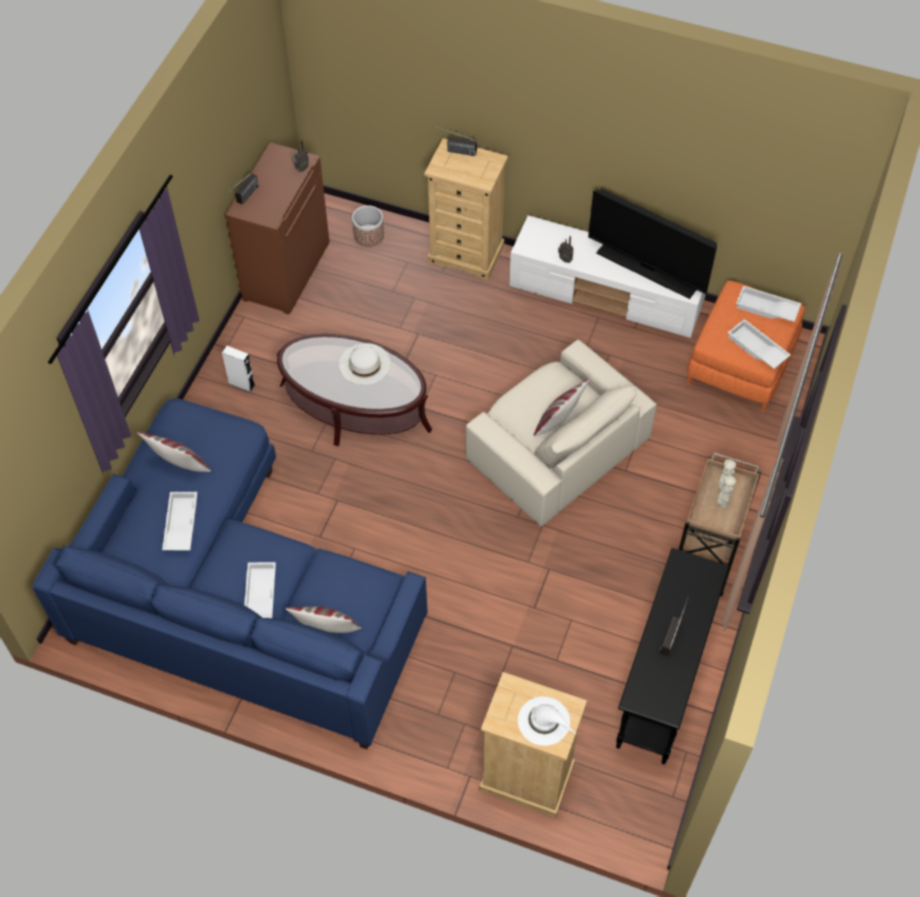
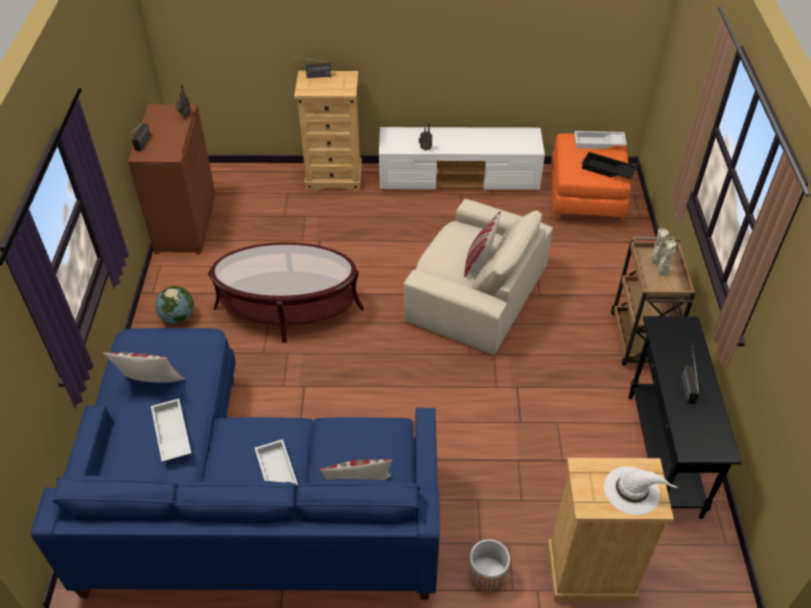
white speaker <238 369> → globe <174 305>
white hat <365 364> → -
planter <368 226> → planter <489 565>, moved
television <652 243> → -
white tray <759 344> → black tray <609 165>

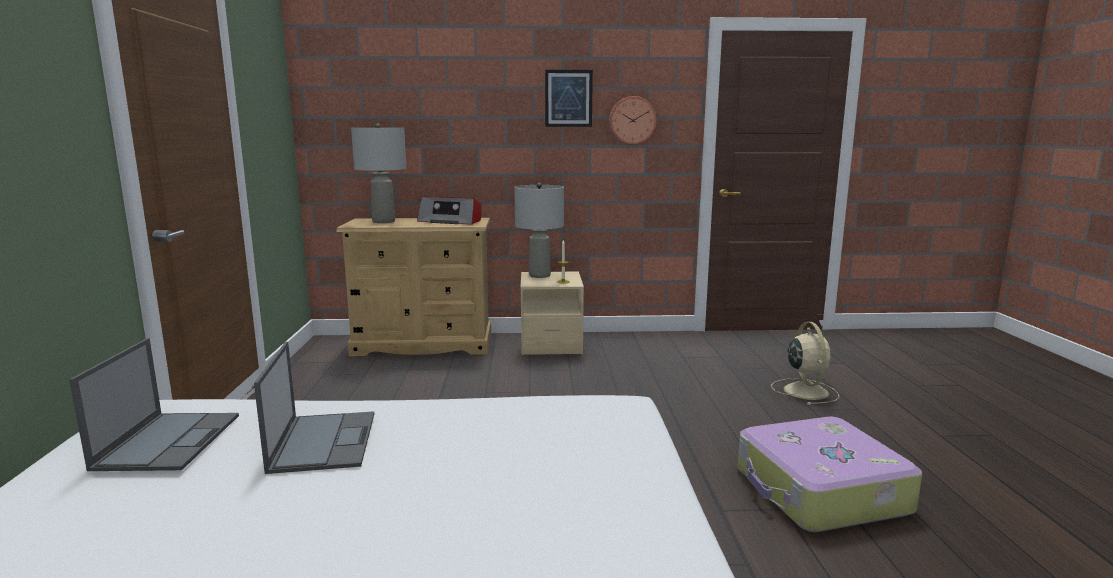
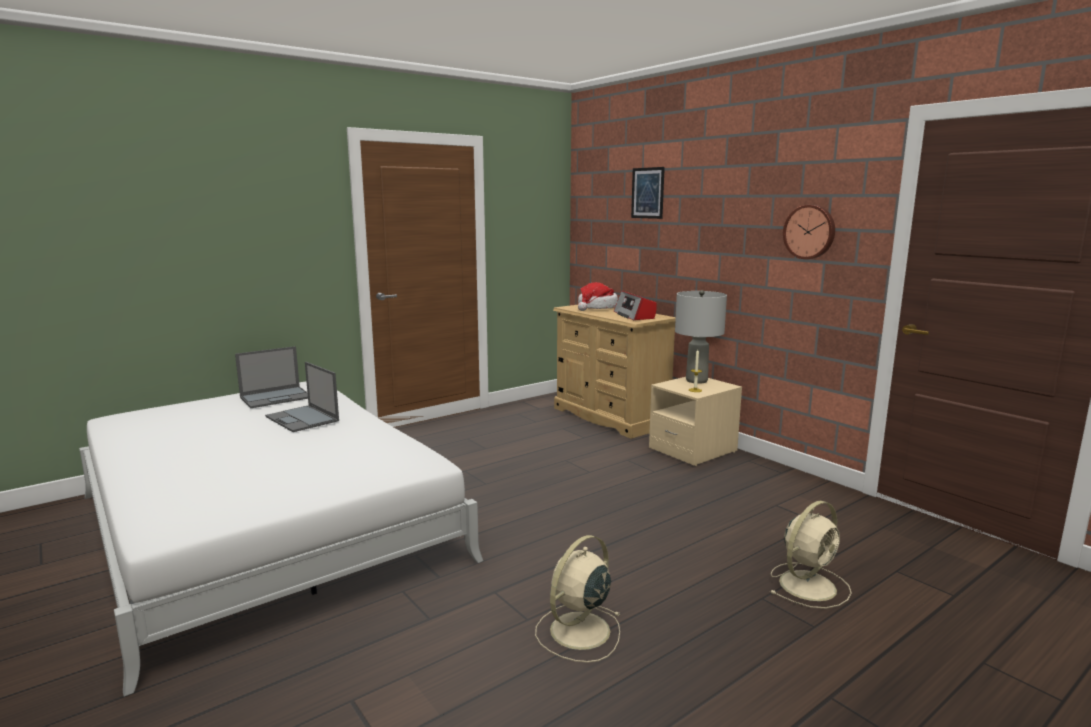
laptop <314 408> → laptop <302 397>, 90 degrees clockwise
grey table lamp <378 173> → hat <598 296>
picture <569 98> → picture <648 193>, moved
suitcase <830 474> → beige fan <578 599>

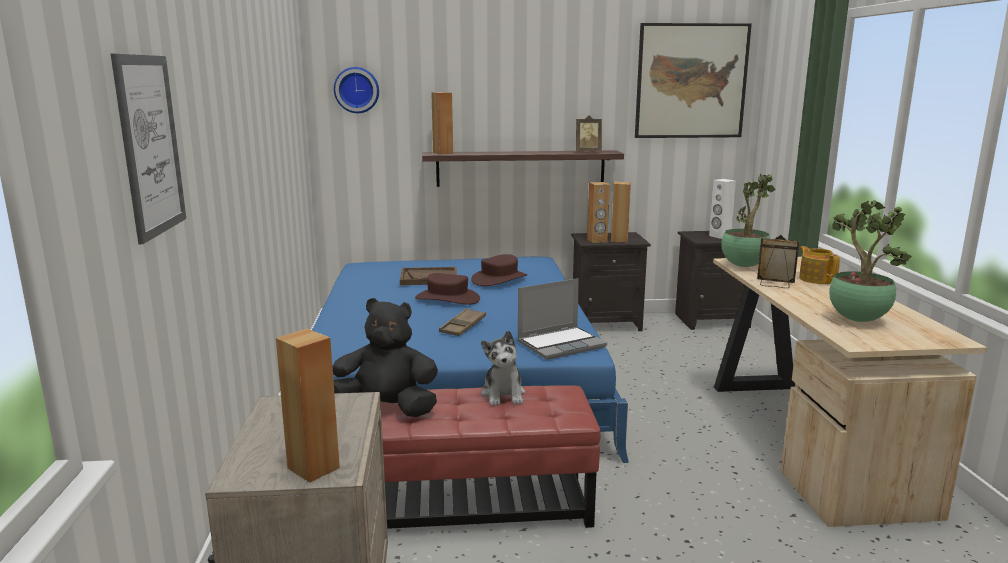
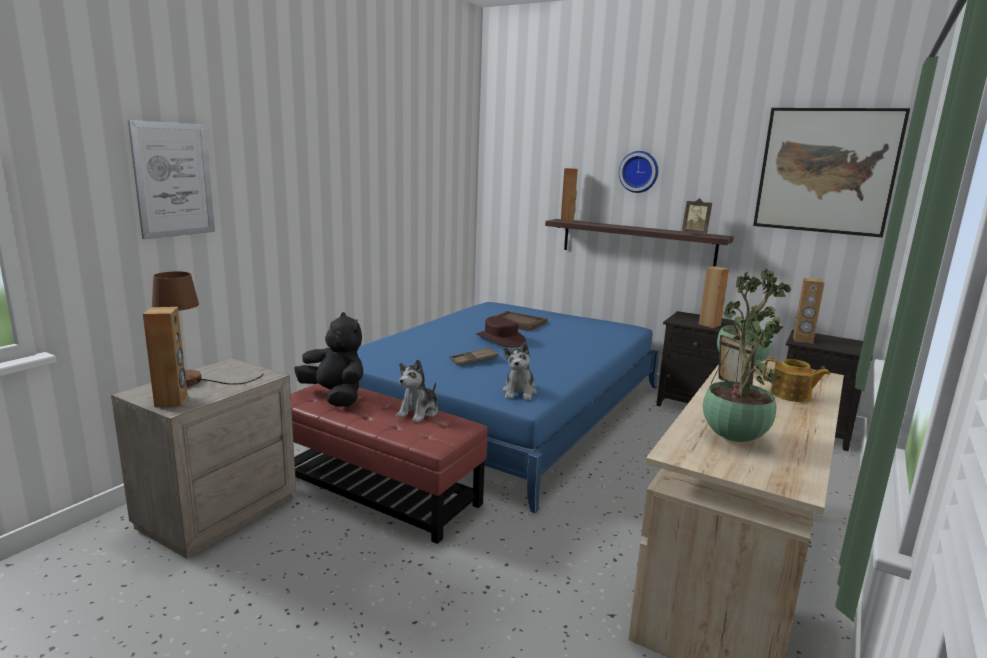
wall clock <356 90> → wall clock <638 172>, moved
brown hat <499 270> → -
laptop <562 319> → plush toy <519 371>
brown speaker <598 212> → brown speaker <809 311>, moved
white speaker <722 209> → -
teapot <819 265> → teapot <796 380>, 105 degrees clockwise
- → brown table lamp <208 329>

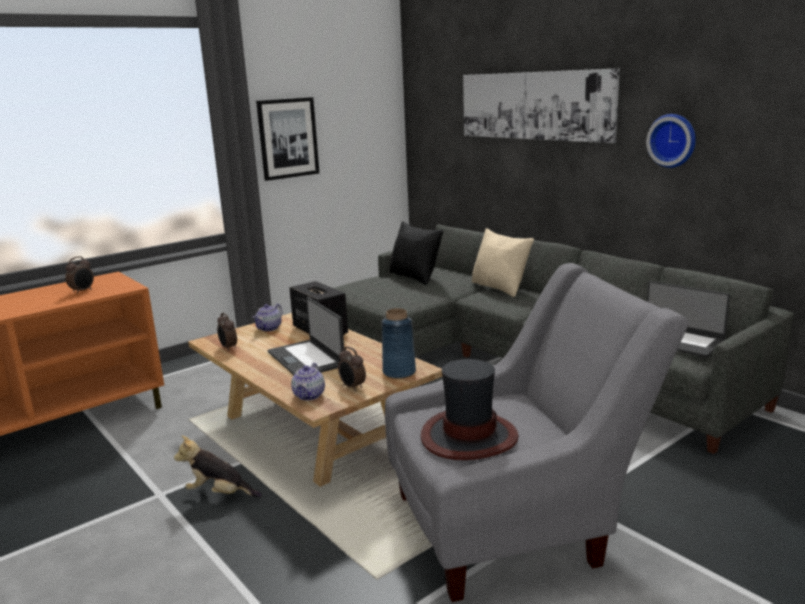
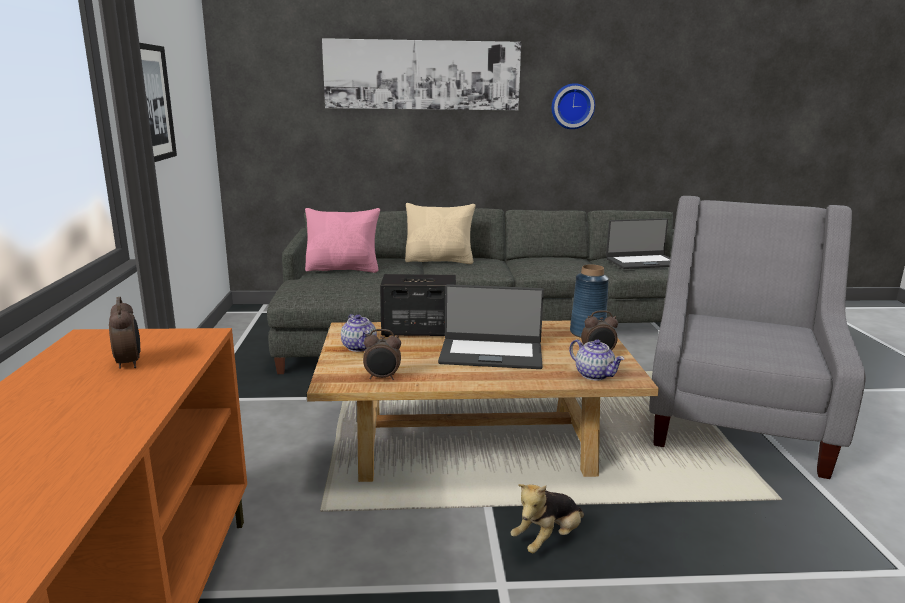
black pillow <416 253> → pink pillow <342 240>
hat <470 409> → -

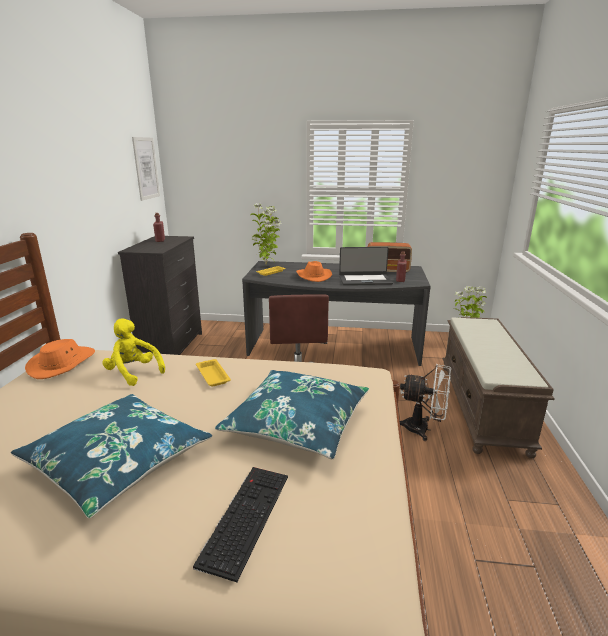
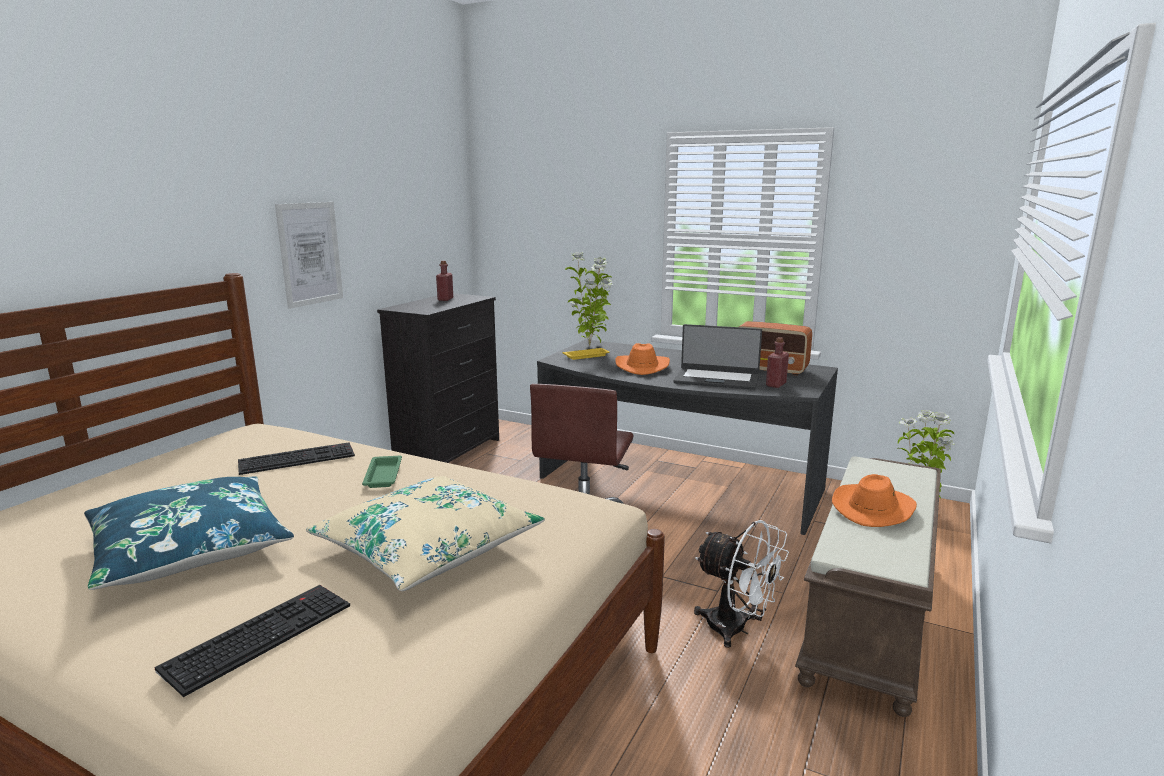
orange hat <60 359> → orange hat <874 500>, moved
yellow plush toy <133 352> → keyboard <296 458>
picture <146 169> → picture <309 255>, moved
yellow tray <213 372> → green tray <382 472>
blue pillow <292 414> → beige pillow <425 533>

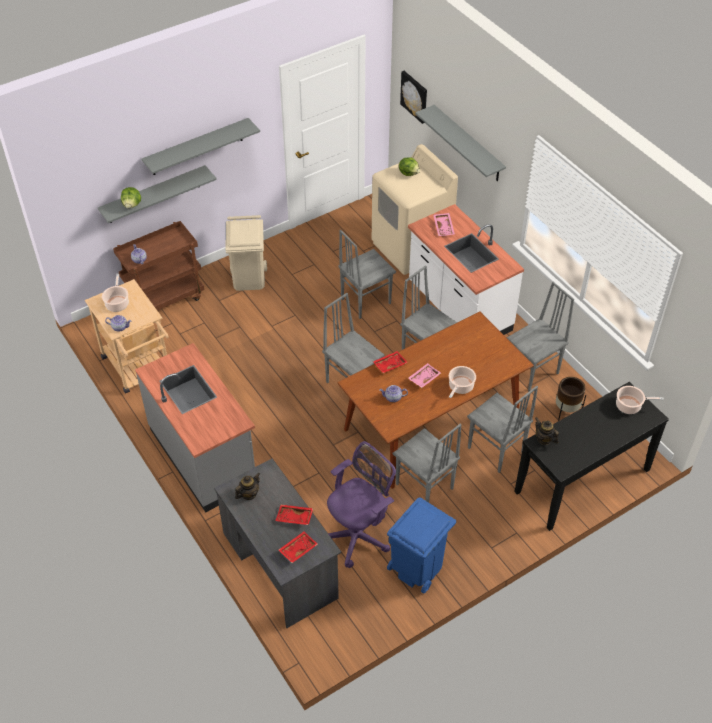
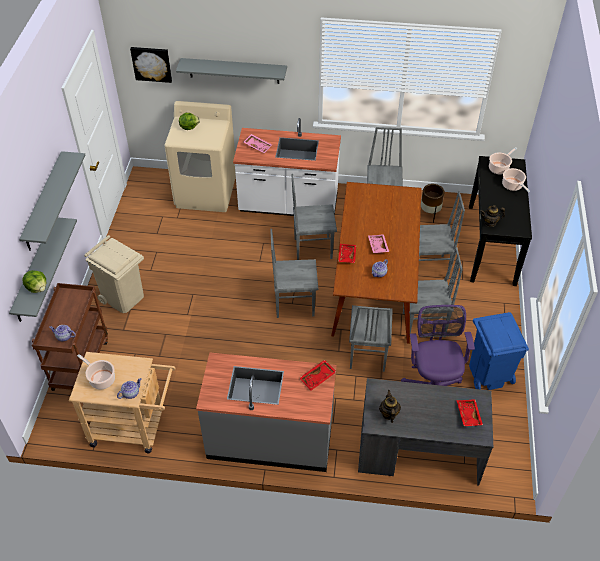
red tray <294 515> → red tray <318 375>, moved
grey chair <367 274> → grey chair <371 338>, moved
cooking pot <462 382> → cooking pot <516 180>, moved

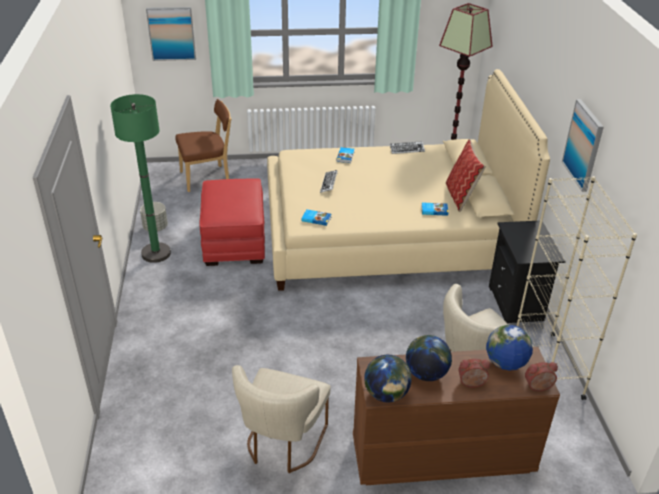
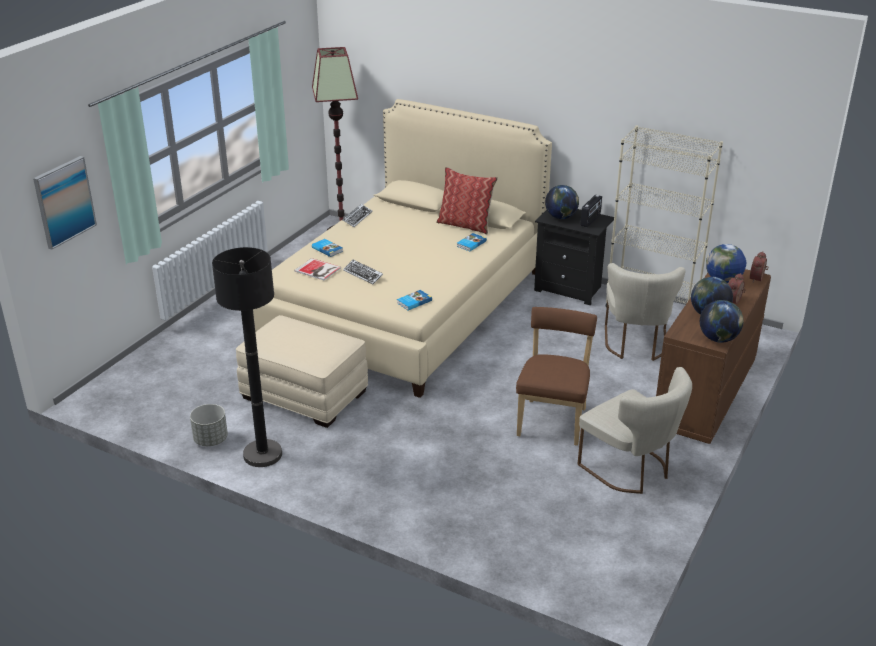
green floor lamp <140 178> → black floor lamp <247 357>
brown chair <203 145> → brown chair <556 376>, moved
red ottoman <232 222> → beige ottoman <302 371>
picture <583 145> → -
- → book <317 269>
- → globe <562 202>
- → radio <591 211>

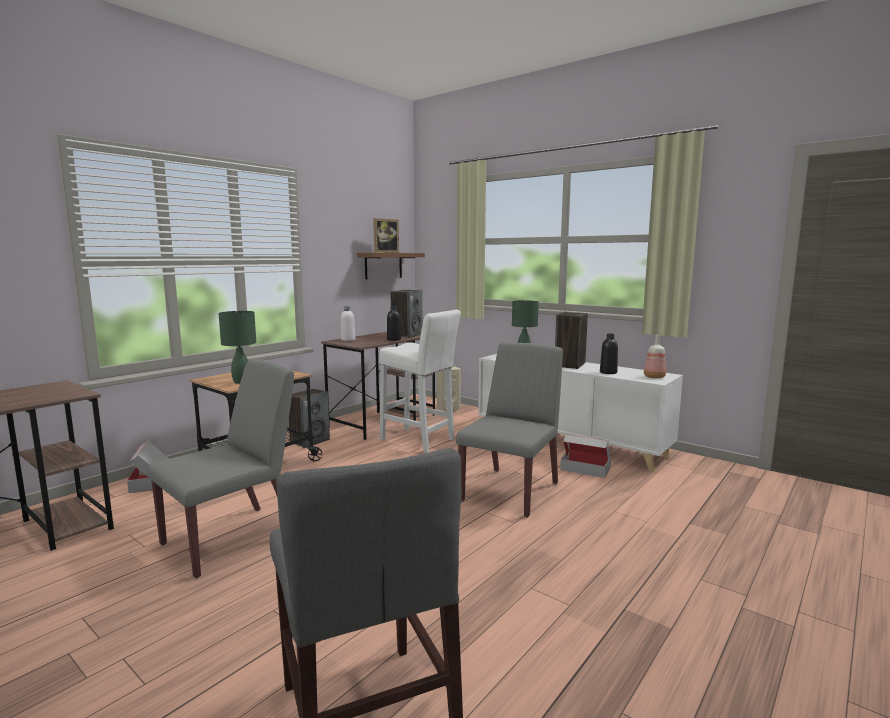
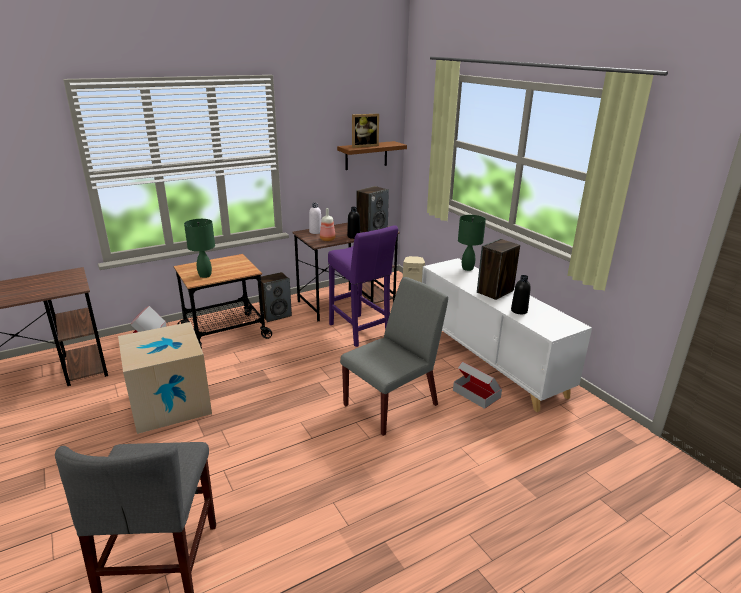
grey chair <221 468> → cardboard box <165 378>
white stool <420 381> → purple stool <363 286>
bottle <655 356> → bottle <328 224>, moved

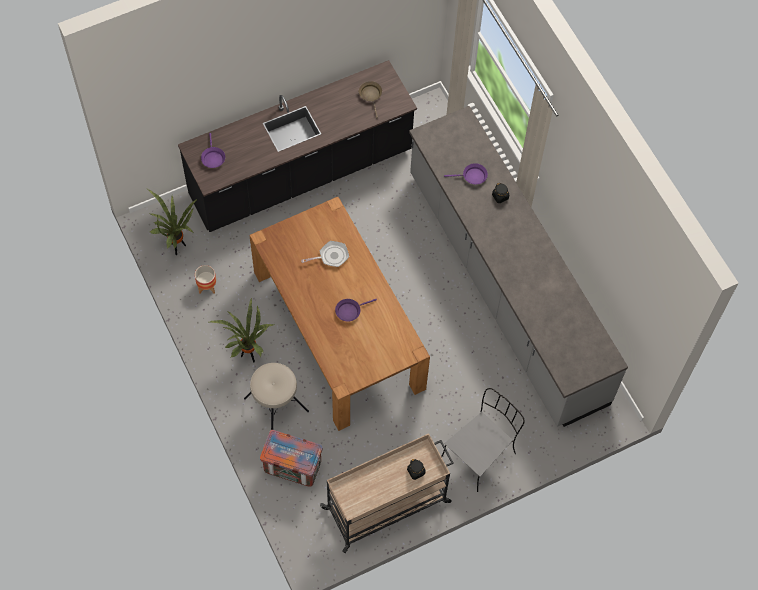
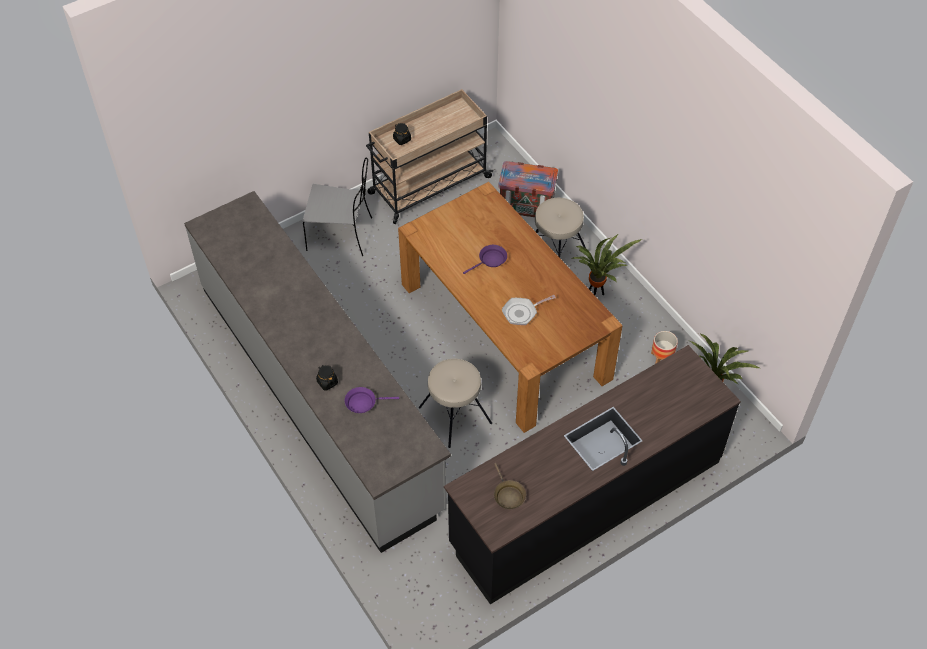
purple frying pan <213 150> → -
grey chair <482 440> → grey chair <337 206>, 120 degrees counterclockwise
- → beige stool <455 403>

